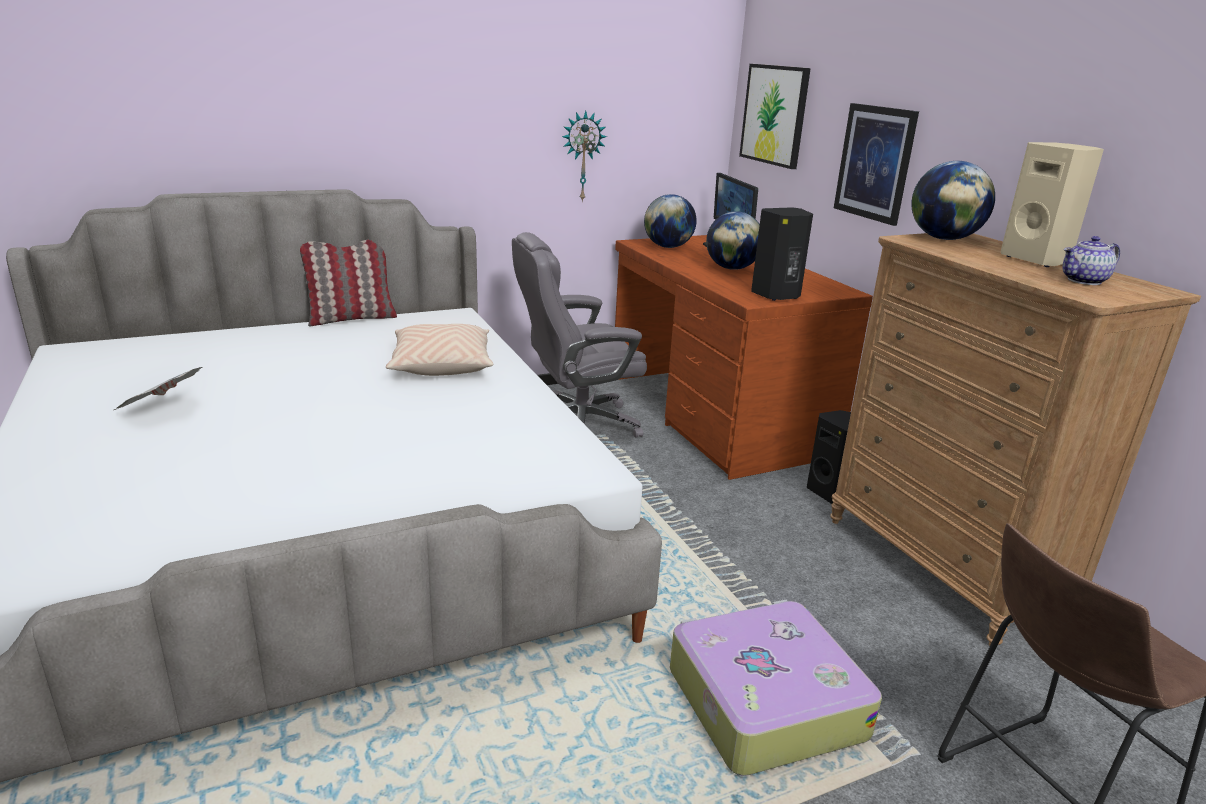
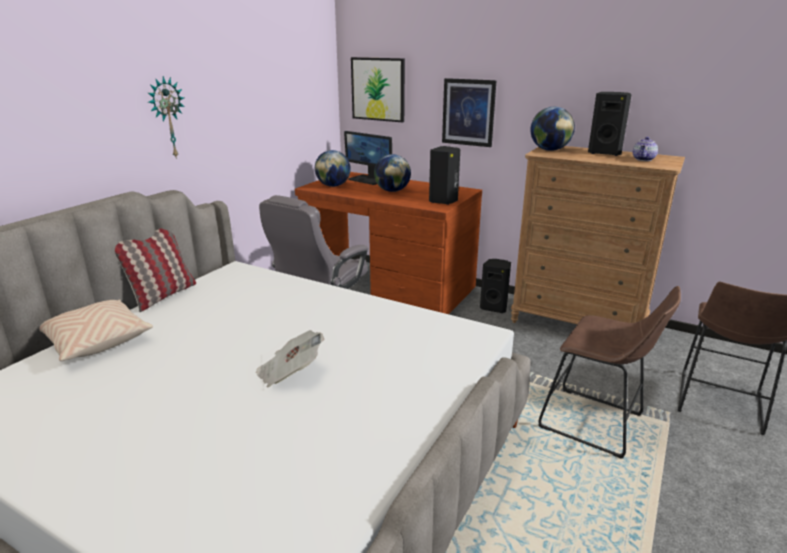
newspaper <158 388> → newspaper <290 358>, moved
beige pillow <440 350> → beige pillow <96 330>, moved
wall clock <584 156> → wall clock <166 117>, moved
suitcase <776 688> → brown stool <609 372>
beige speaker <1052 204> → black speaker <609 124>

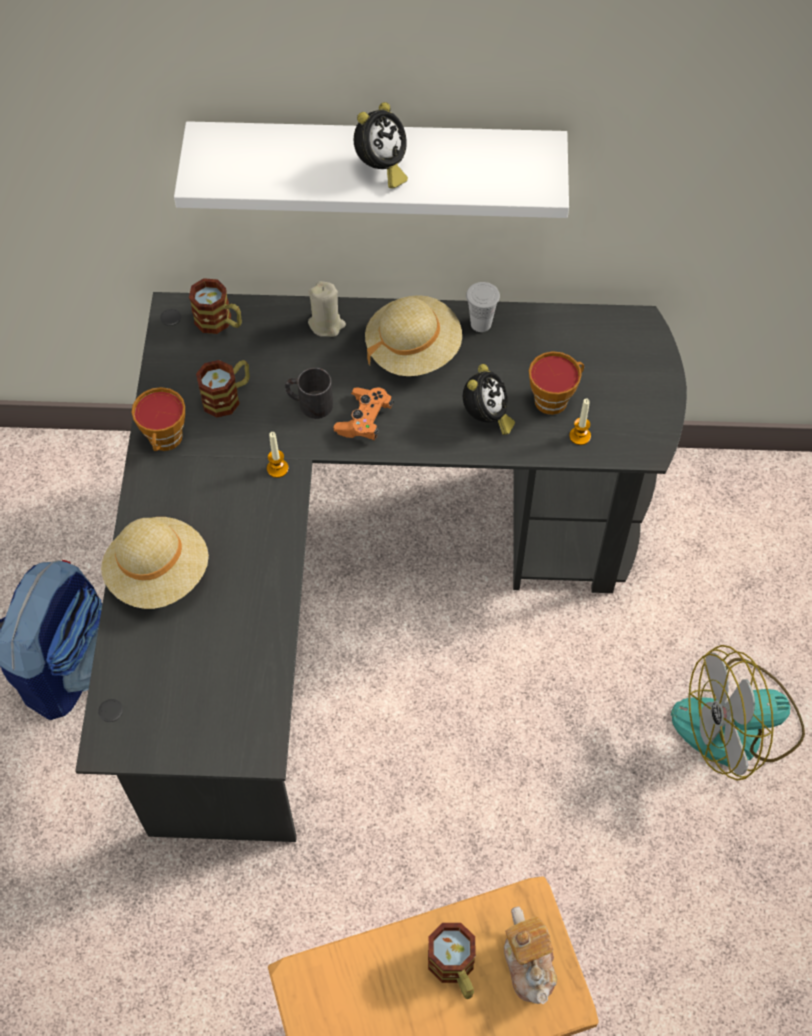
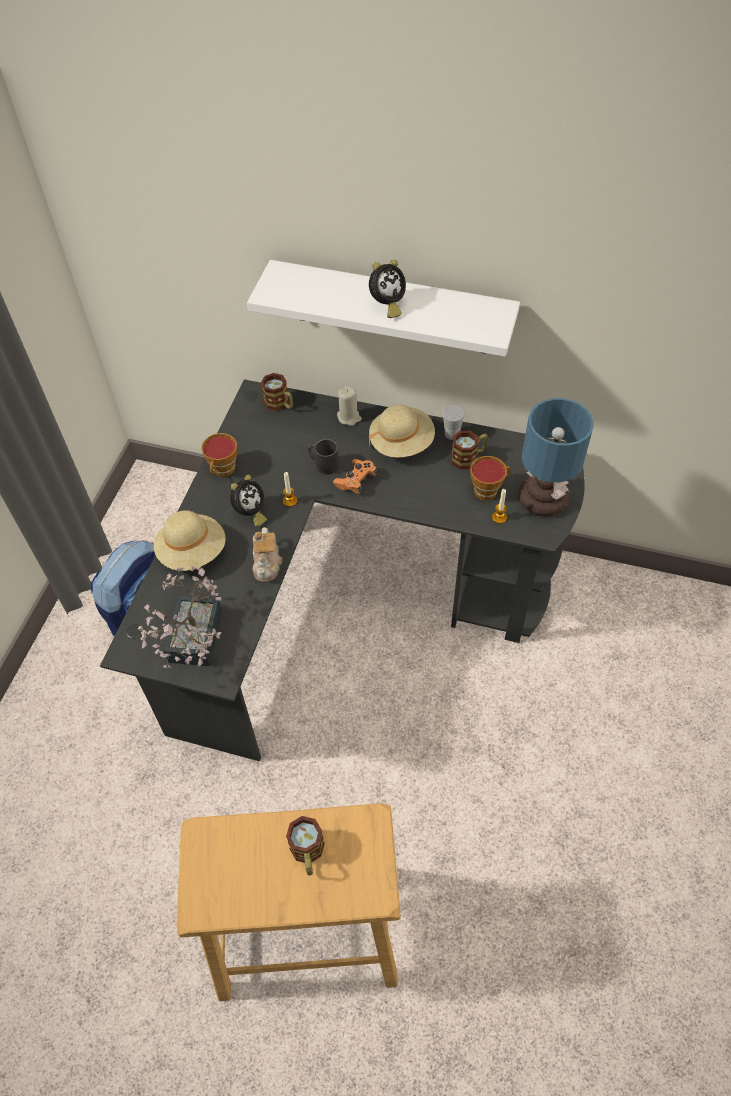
mug <223 388> → mug <469 450>, moved
alarm clock <489 399> → alarm clock <248 501>, moved
teapot <530 955> → teapot <267 554>, moved
fan <738 713> → -
- → potted plant <180 617>
- → table lamp <556 457>

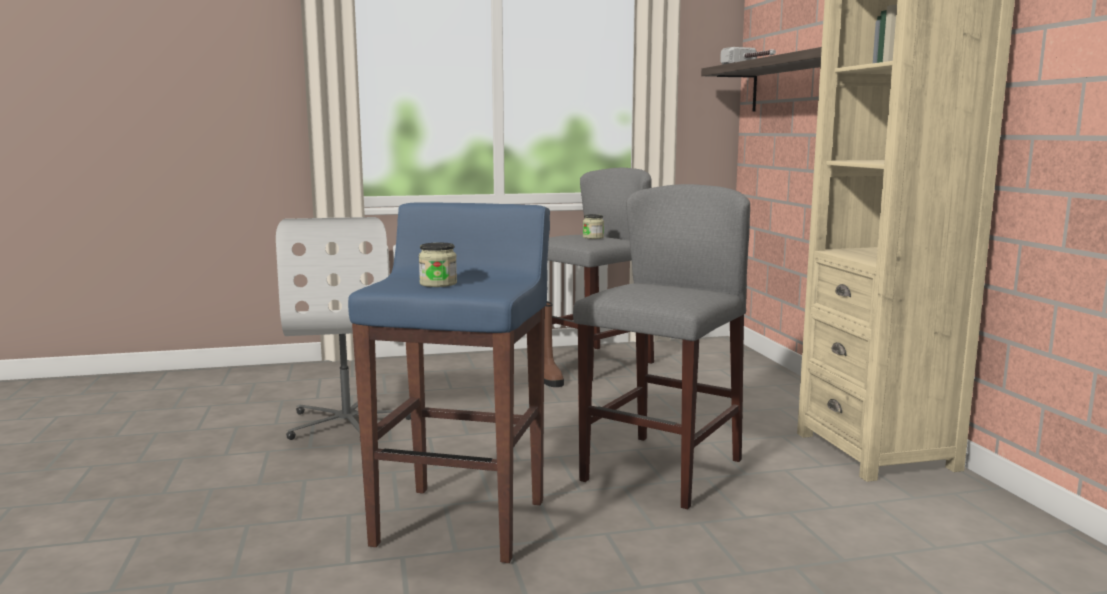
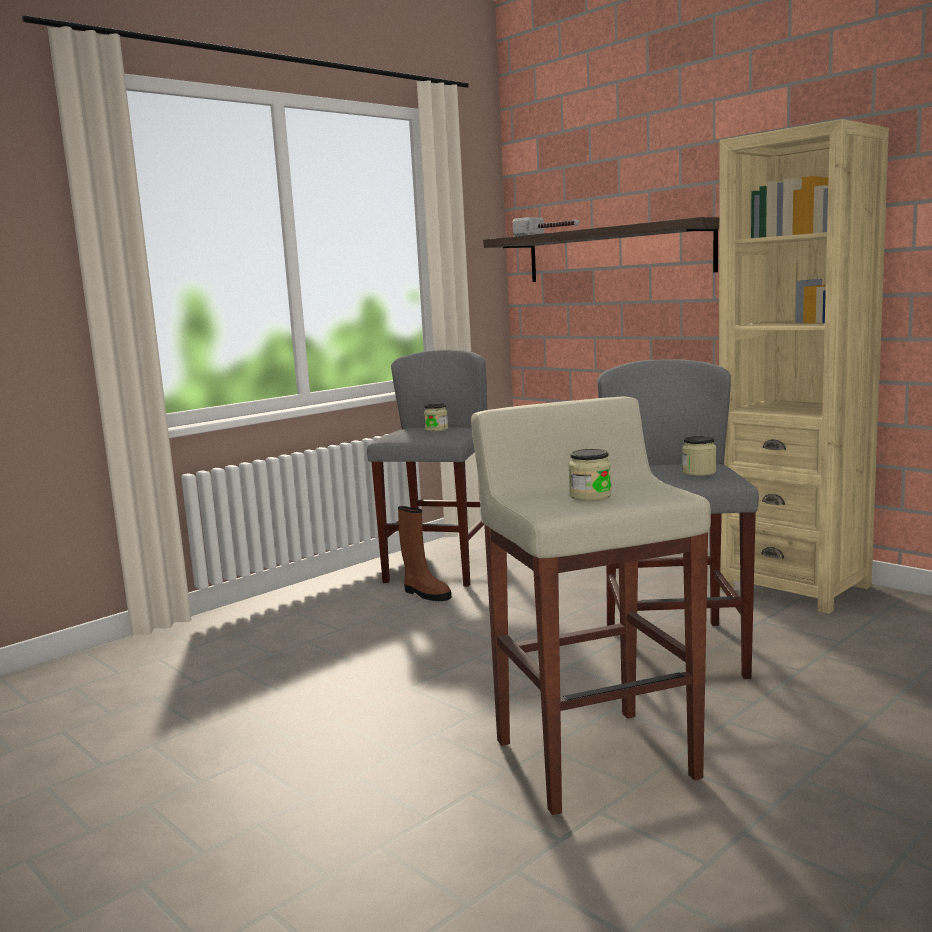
white office chair <343 329> → -
blue stool <449 382> → beige stool <591 605>
- → jar <699 456>

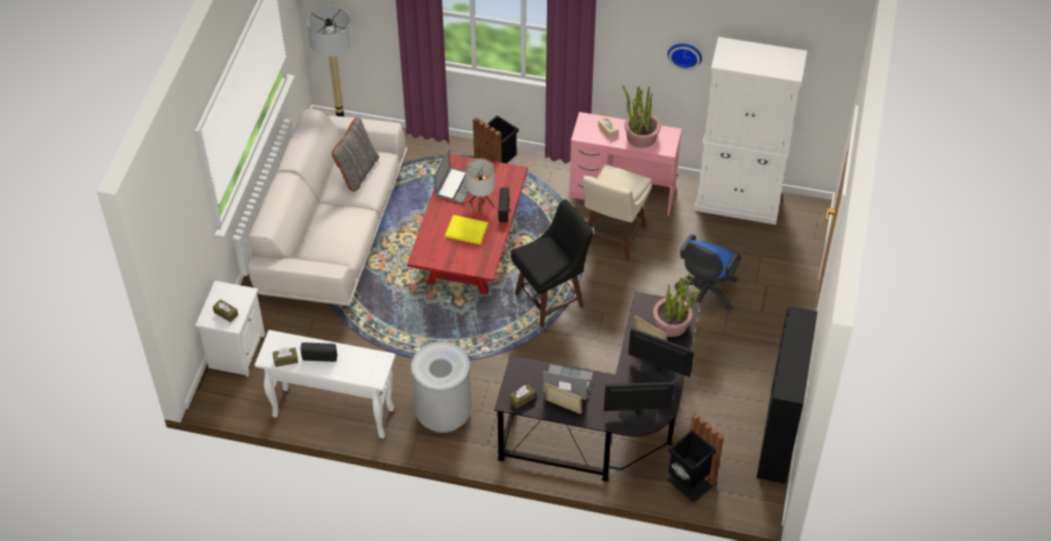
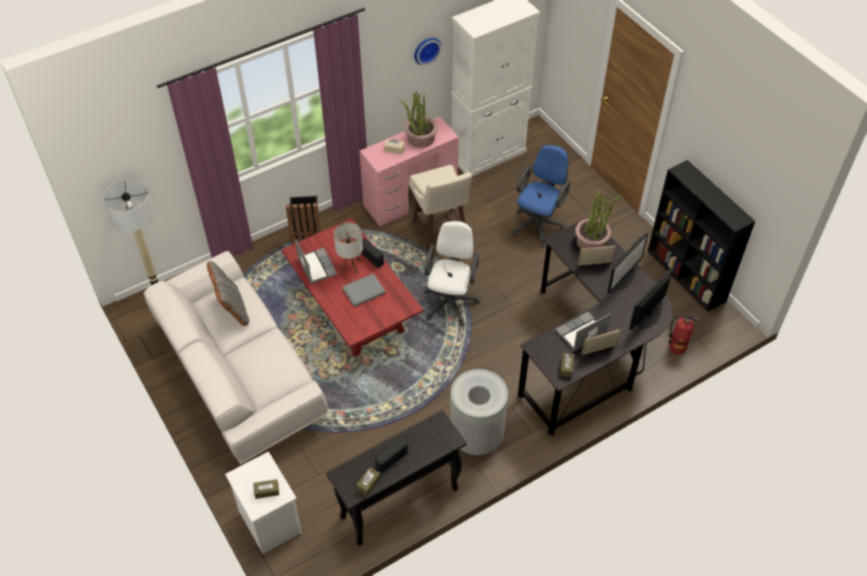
white console table <325 384> → black console table <396 478>
yellow book <466 230> → grey book <364 290>
black stool <552 263> → white office chair <452 274>
monitor <661 355> → monitor <627 262>, 150 degrees clockwise
black trash can <695 458> → fire extinguisher <684 334>
blue office chair <708 272> → blue office chair <541 196>, 135 degrees counterclockwise

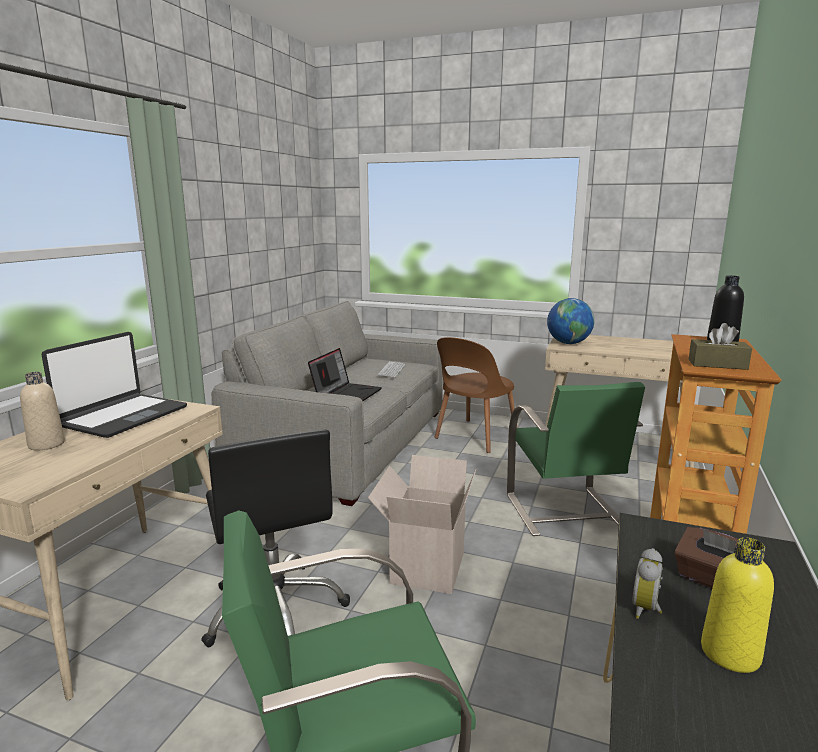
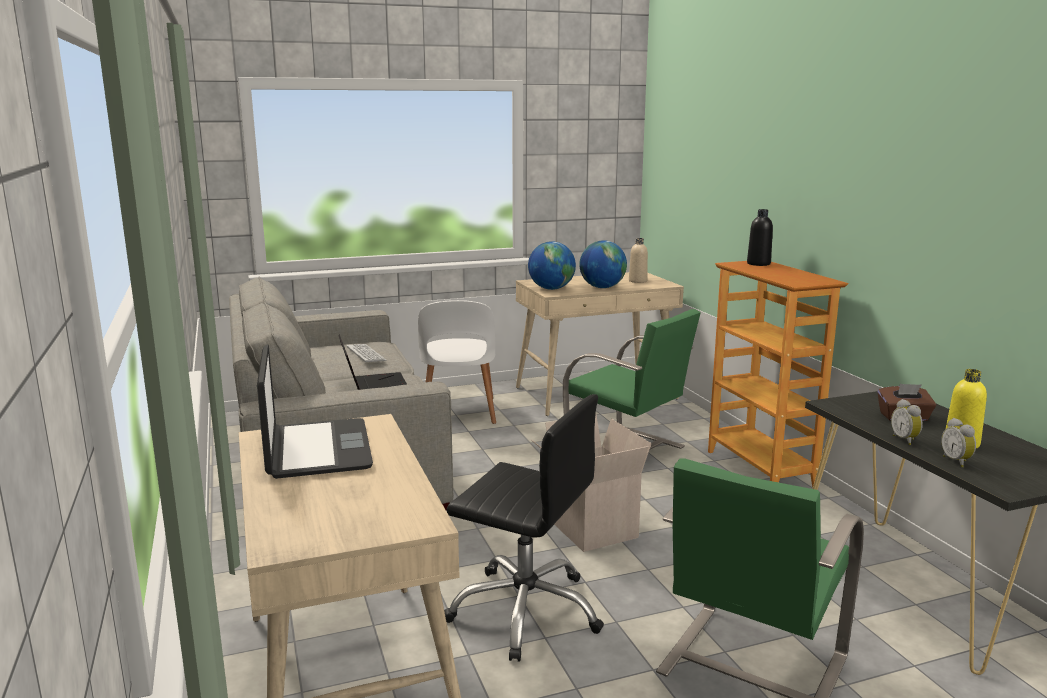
beige bottle <42 411> → beige bottle <638 260>, moved
brown chair <476 395> → white chair <457 362>
brown tissue box <720 346> → -
- → globe <603 264>
- → alarm clock <958 442>

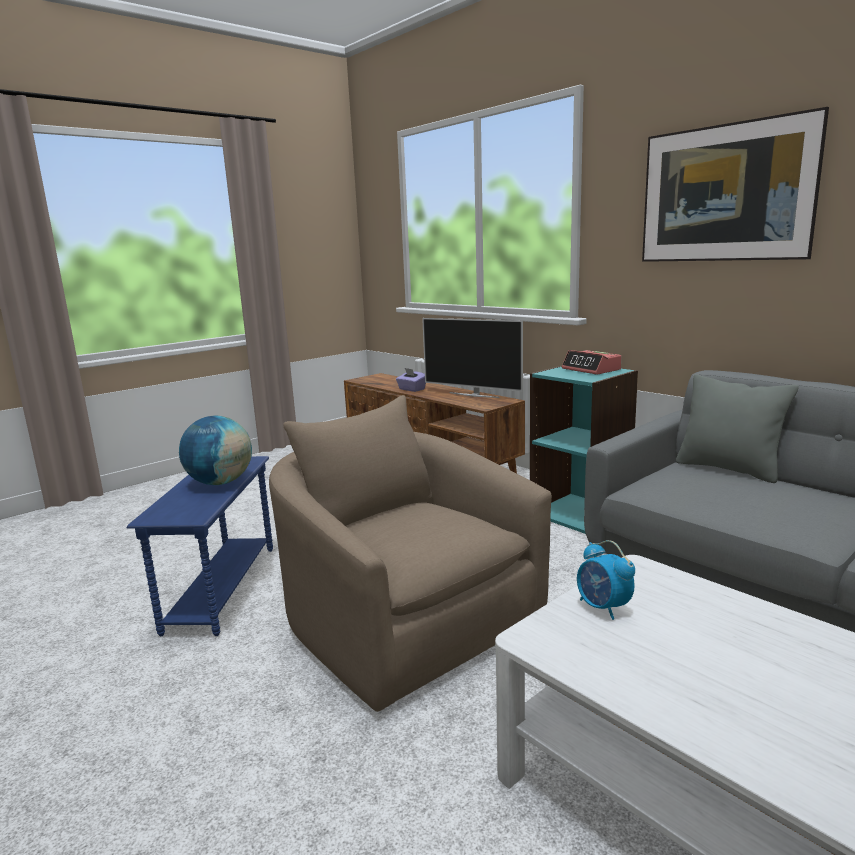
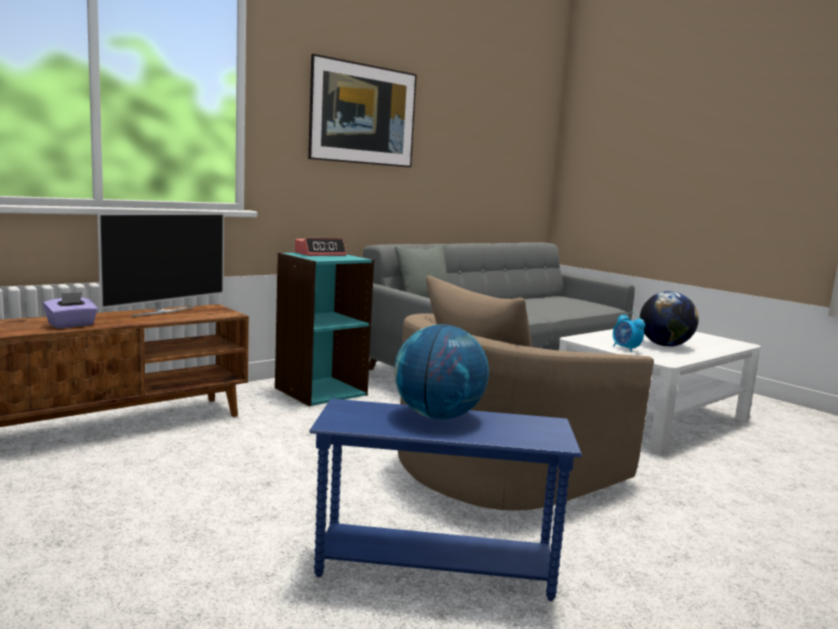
alarm clock <606 580> → alarm clock <629 331>, 90 degrees clockwise
- → globe <669 319>

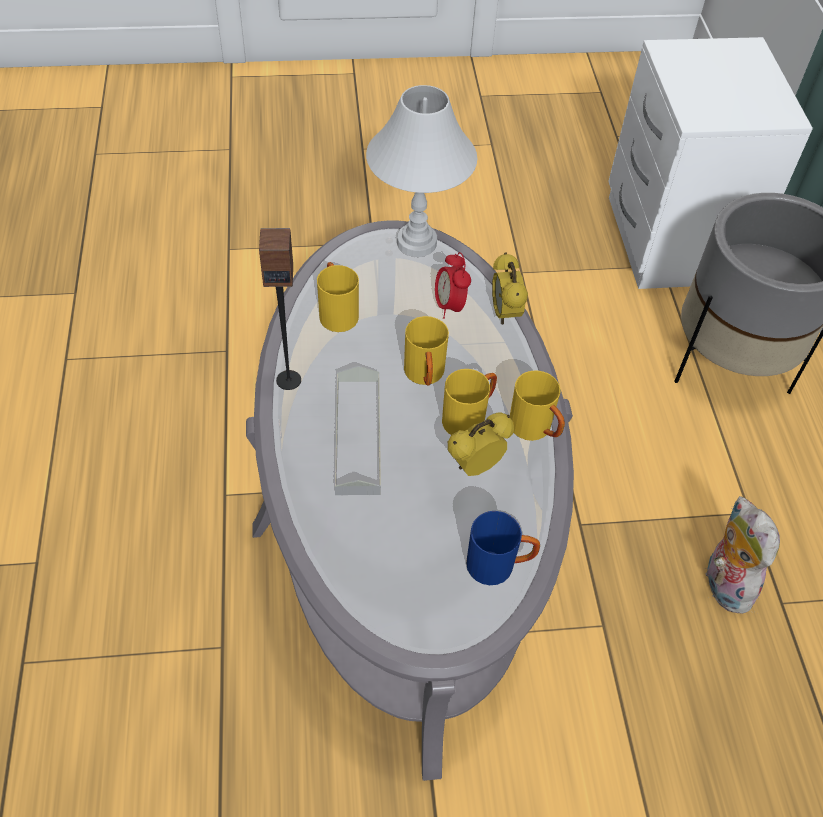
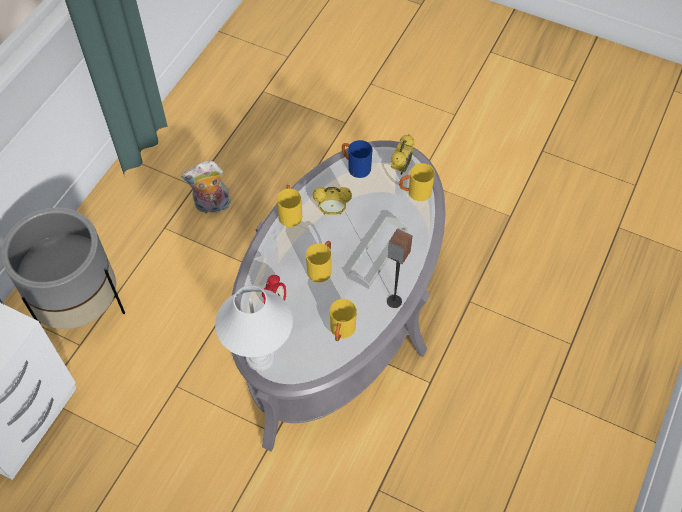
yellow mug <469 402> → yellow mug <417 182>, moved
alarm clock <510 289> → alarm clock <403 154>, moved
plush toy <742 555> → plush toy <206 187>, 60 degrees clockwise

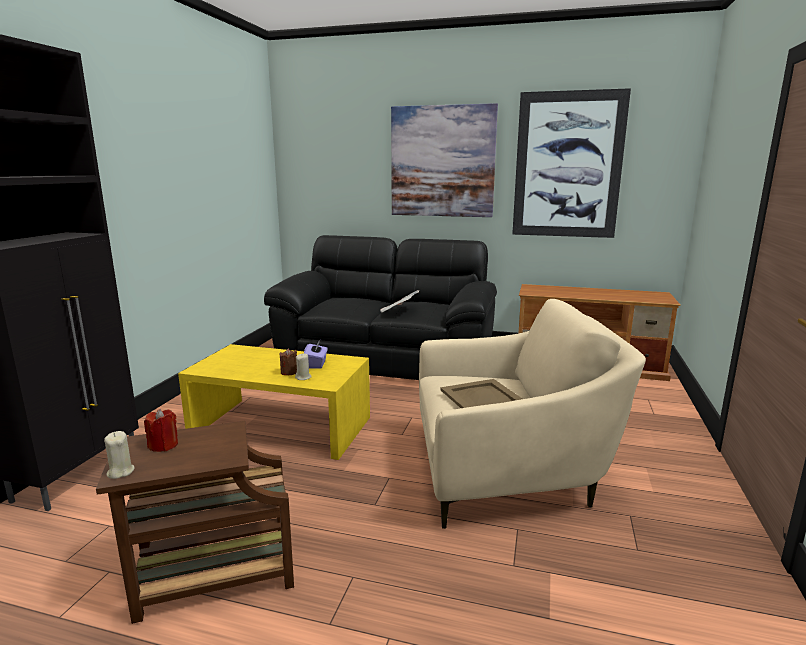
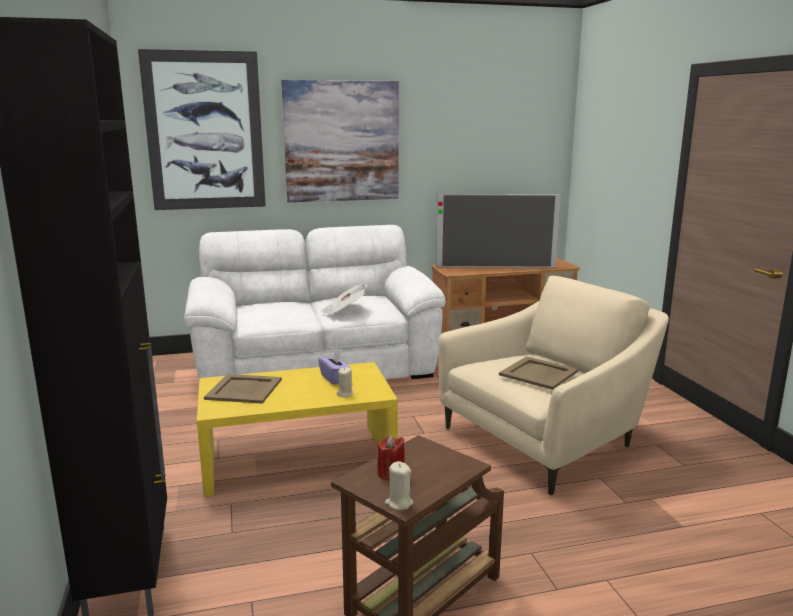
black sofa <380 307> → white sofa <315 302>
brown candle <288 361> → -
picture <571 163> → picture <202 129>, moved
- → beige tray <243 389>
- → television <498 231>

